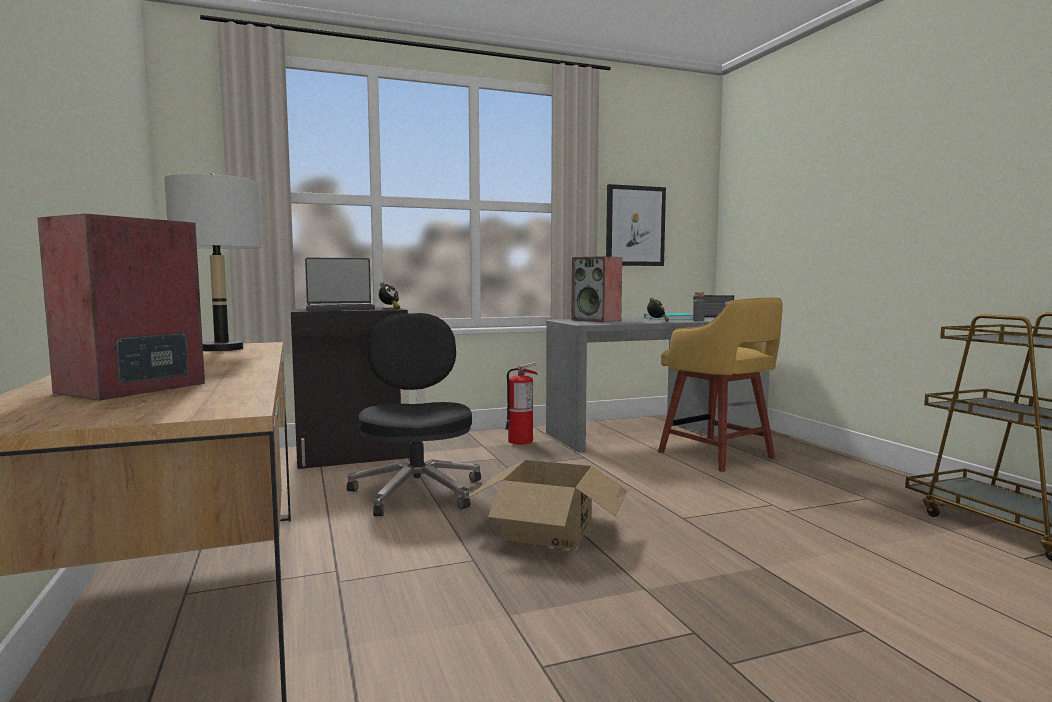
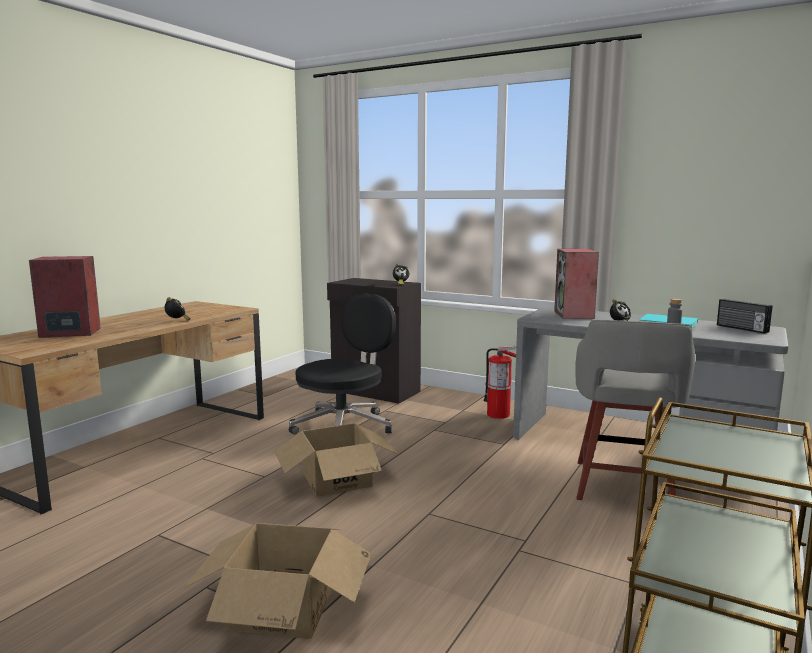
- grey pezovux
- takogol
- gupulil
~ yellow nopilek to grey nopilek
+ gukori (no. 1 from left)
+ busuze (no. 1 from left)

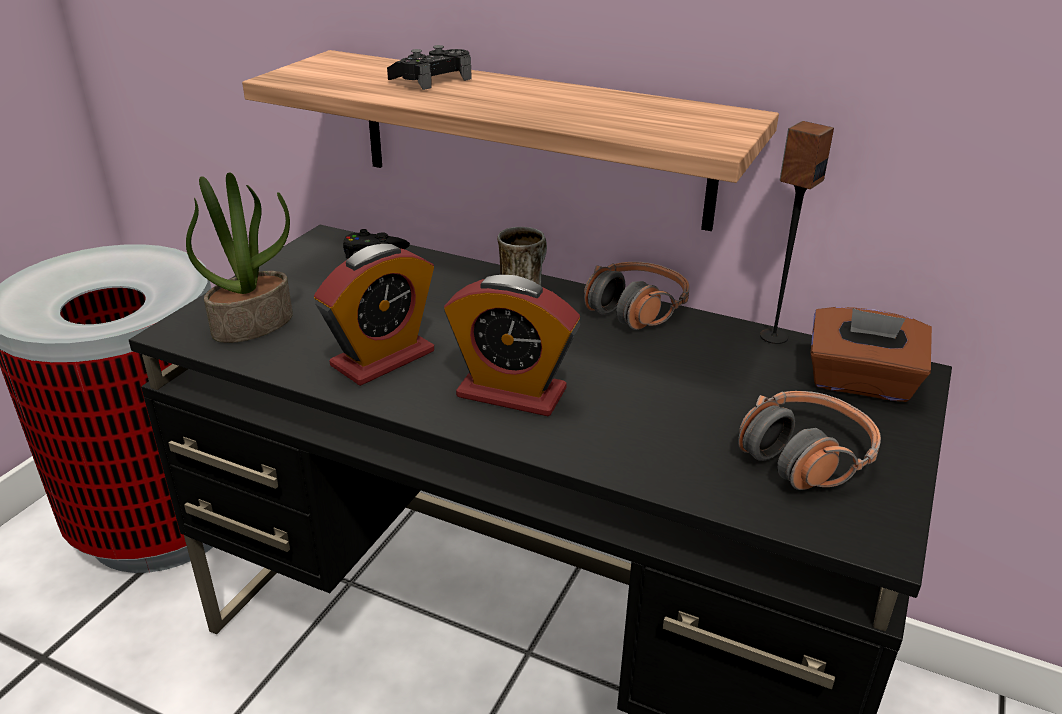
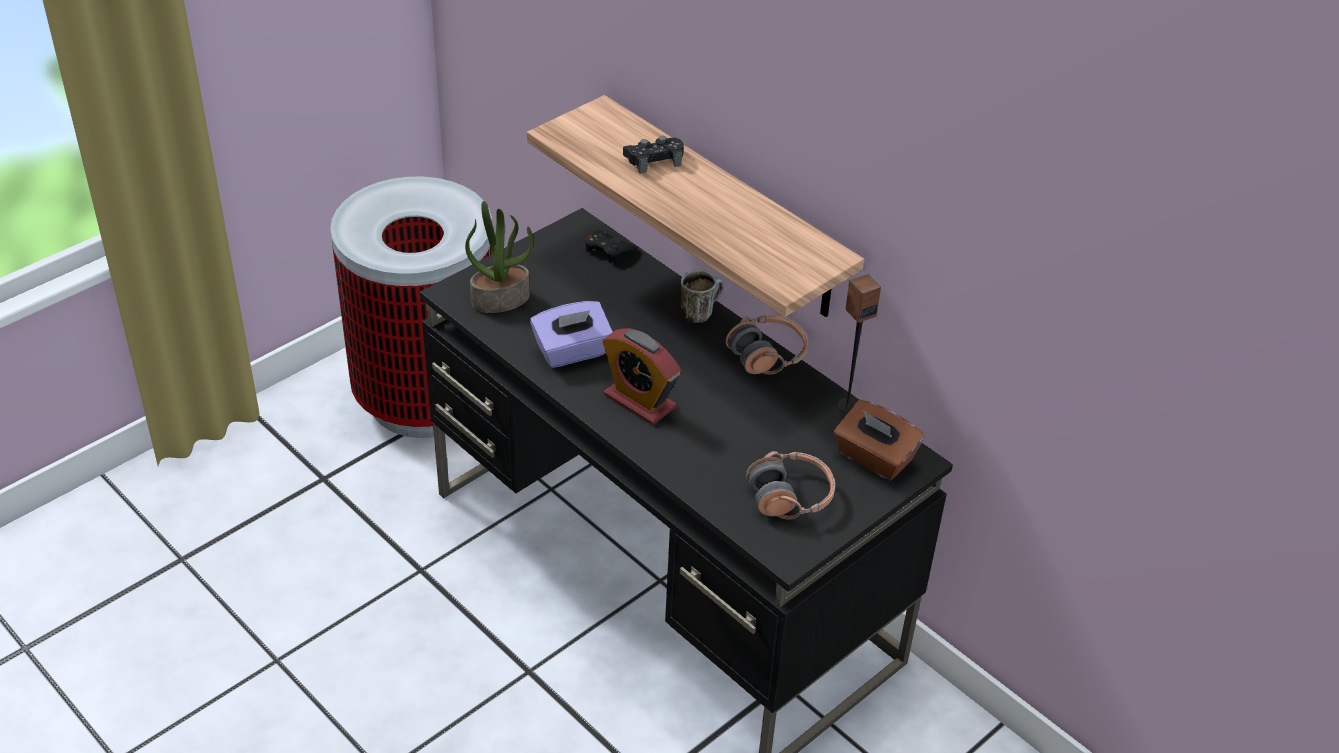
~ gukori (no. 1 from left) to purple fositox

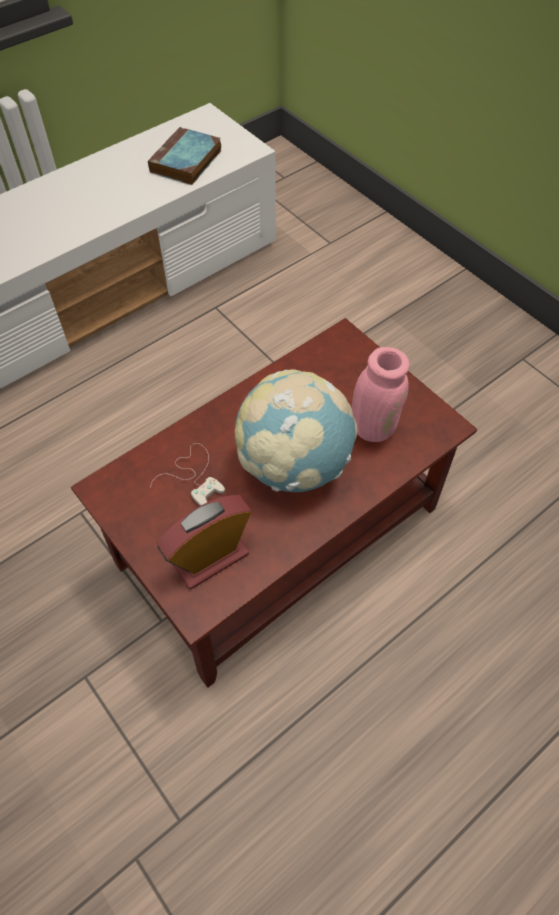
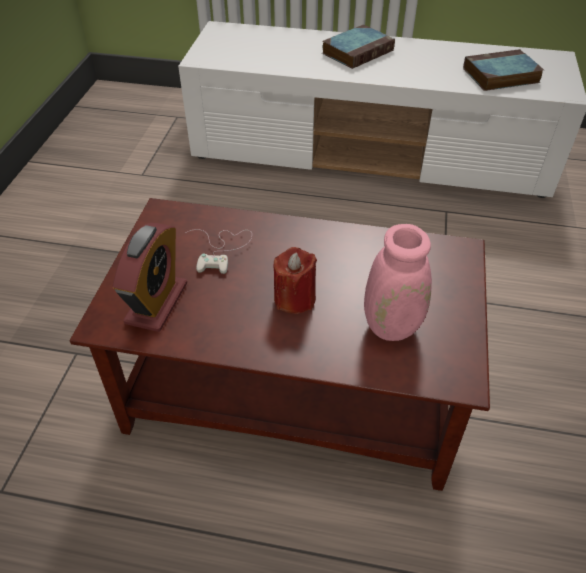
~ gukori 90 degrees clockwise
~ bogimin to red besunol
+ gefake (no. 1 from left)

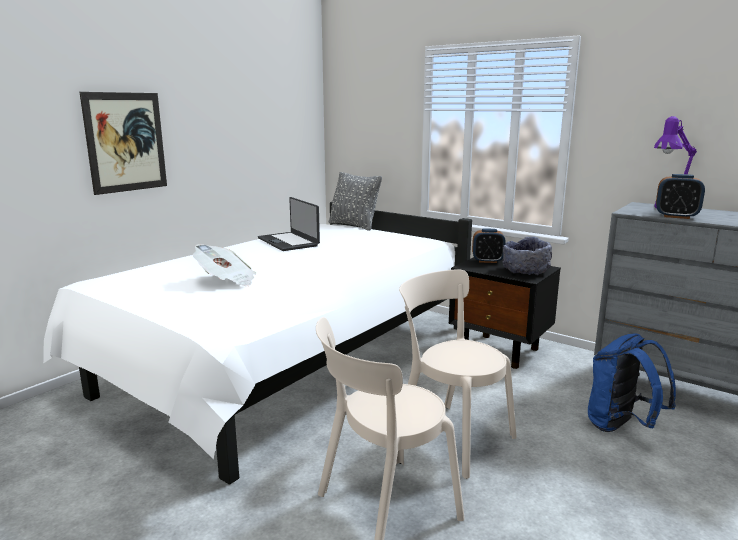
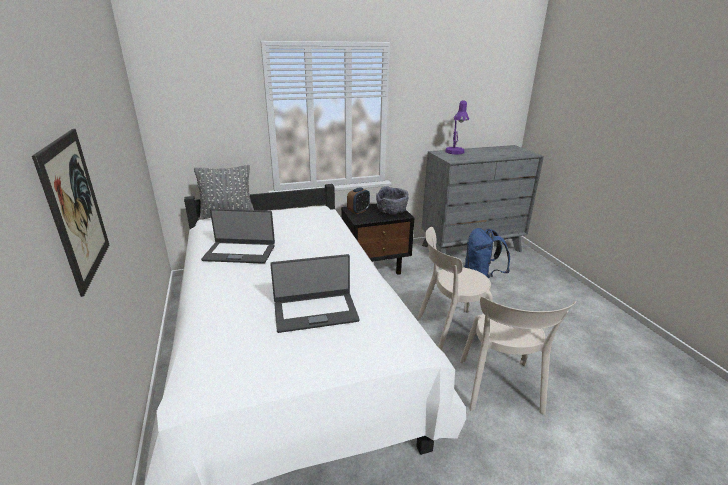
~ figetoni to takogol (no. 2 from left)
- gukori (no. 2 from left)

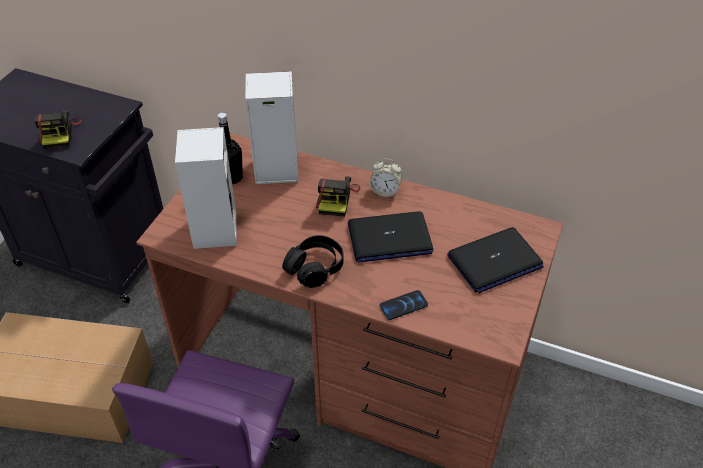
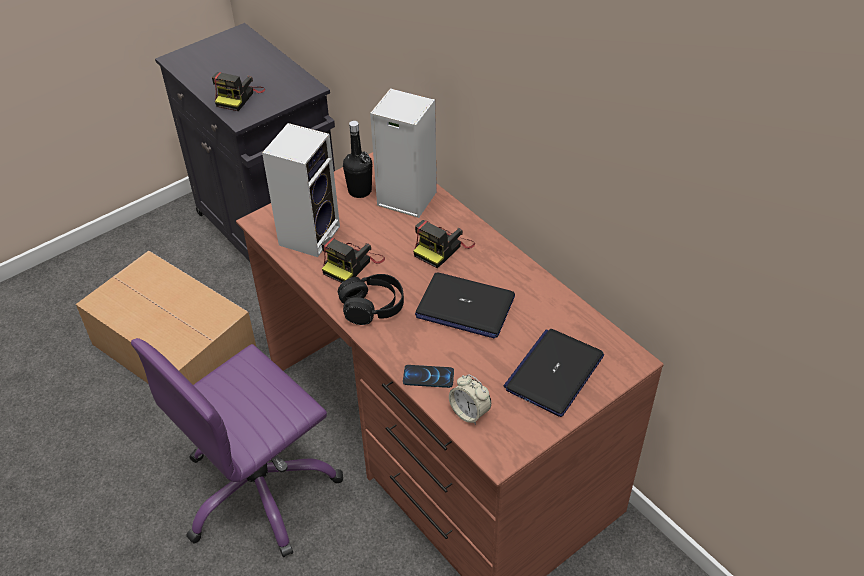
~ gukori
~ takogol (no. 2 from left) 120 degrees clockwise
+ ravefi (no. 2 from left)

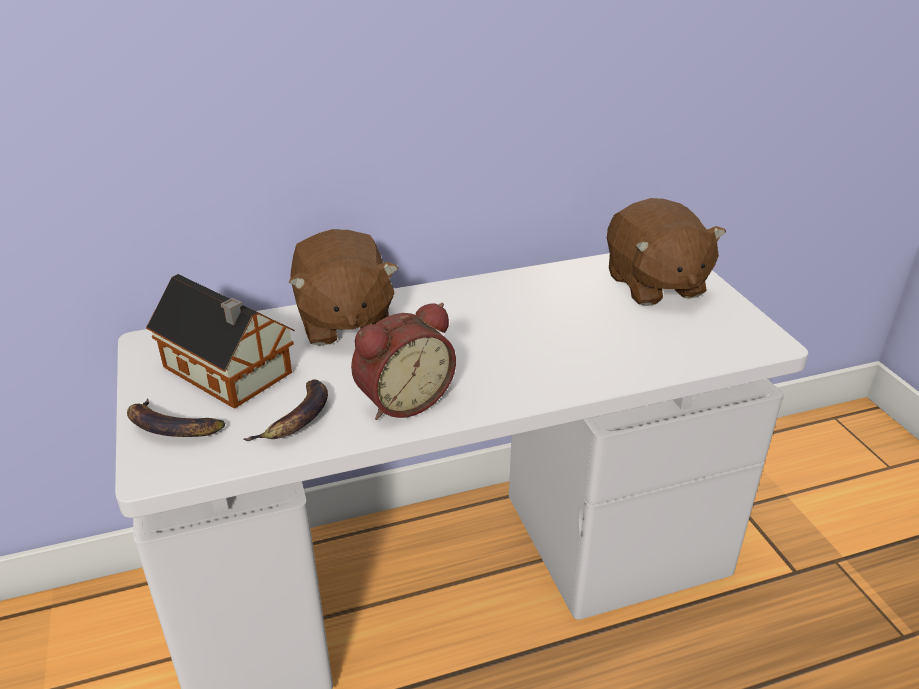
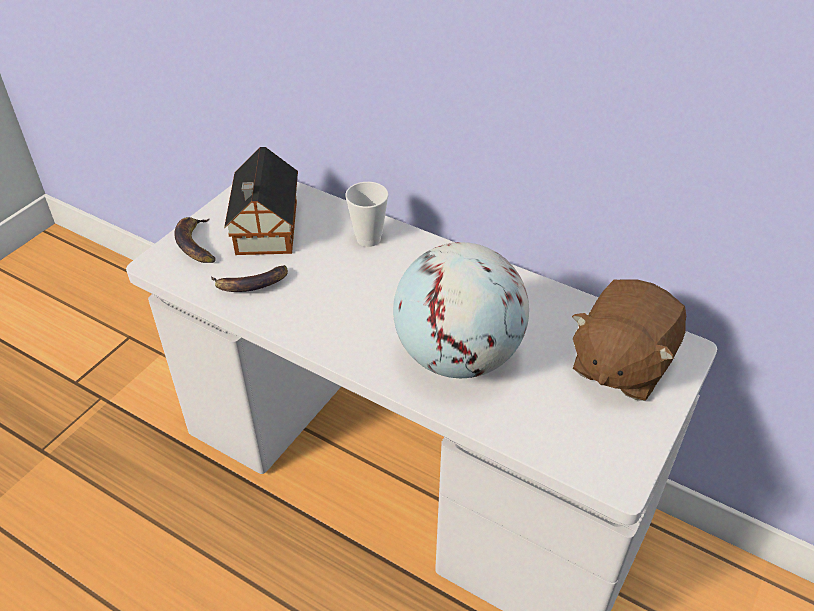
~ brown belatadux (no. 1 from left) to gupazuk
- gukori
+ bogimin

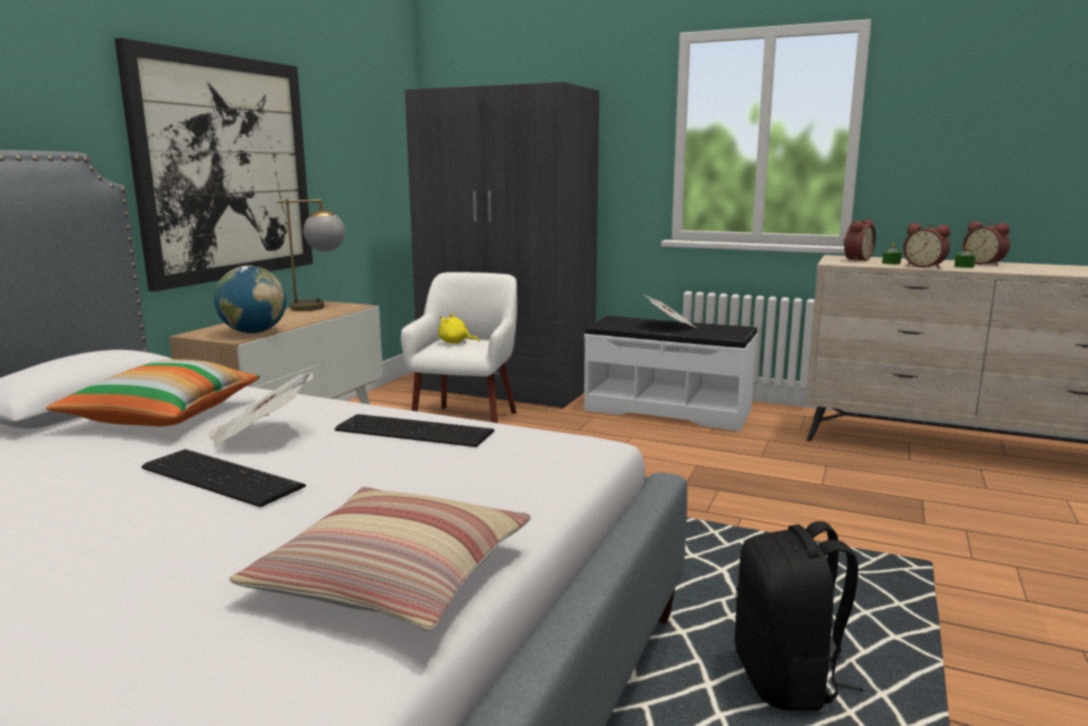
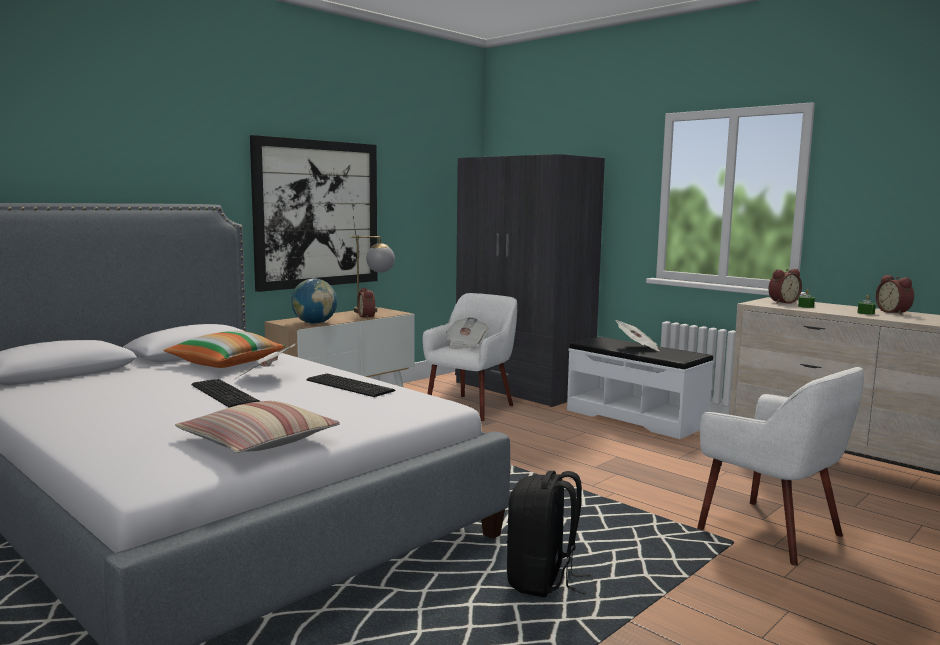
~ yellow belatadux to figetoni (no. 2 from left)
~ gukori (no. 2 from left in the first image) to gukori (no. 1 from left)
+ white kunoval (no. 2 from left)

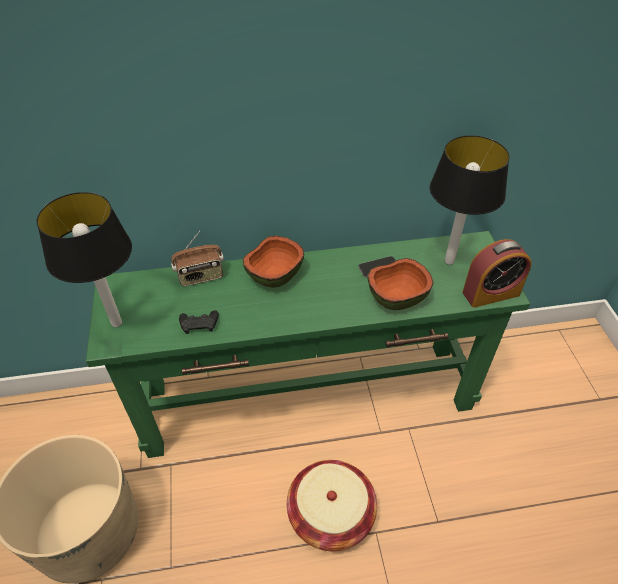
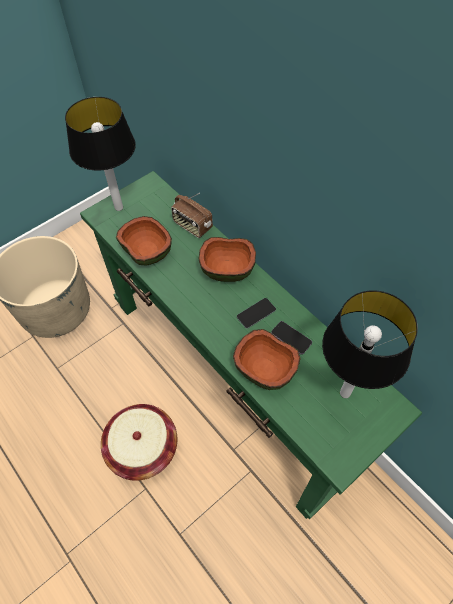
~ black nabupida to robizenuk (no. 1 from left)
- gukori
+ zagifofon (no. 1 from left)

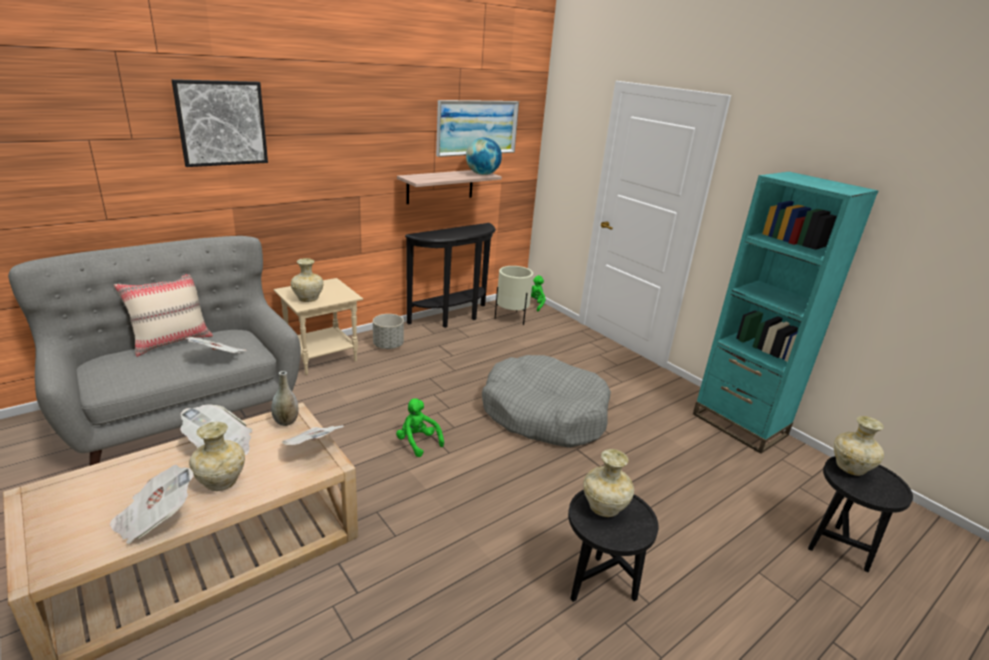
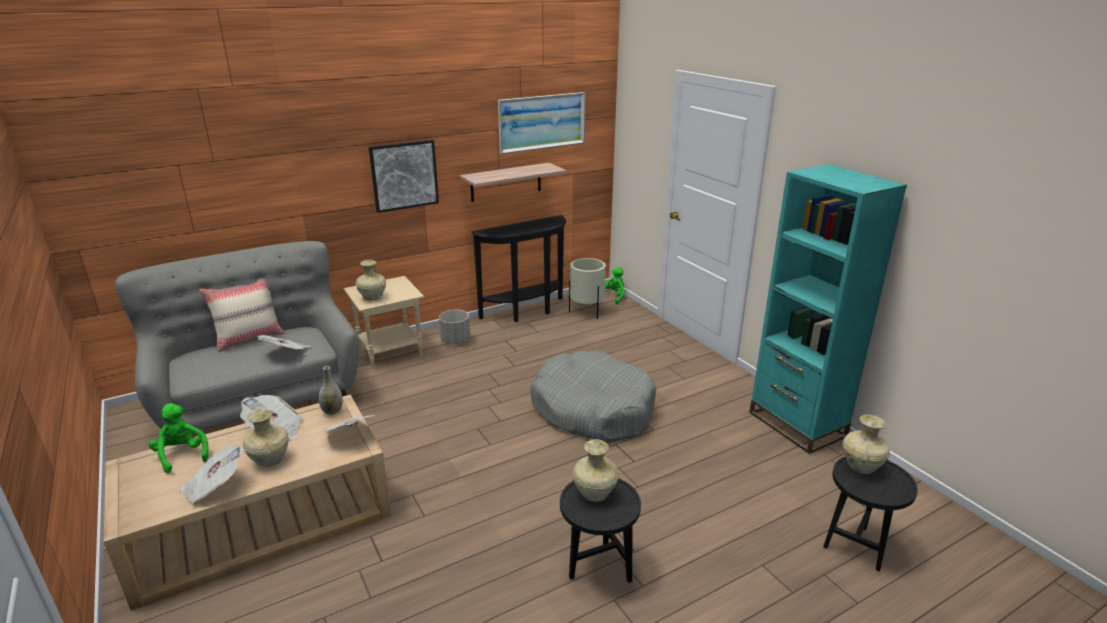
~ gupulil (no. 1 from left)
~ green belatadux (no. 1 from left)
- bogimin

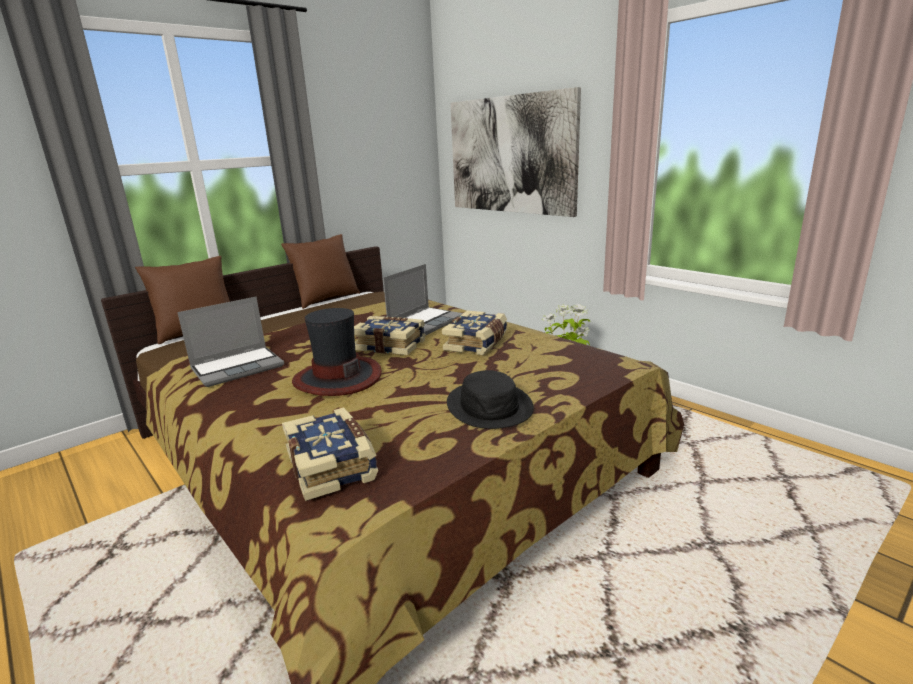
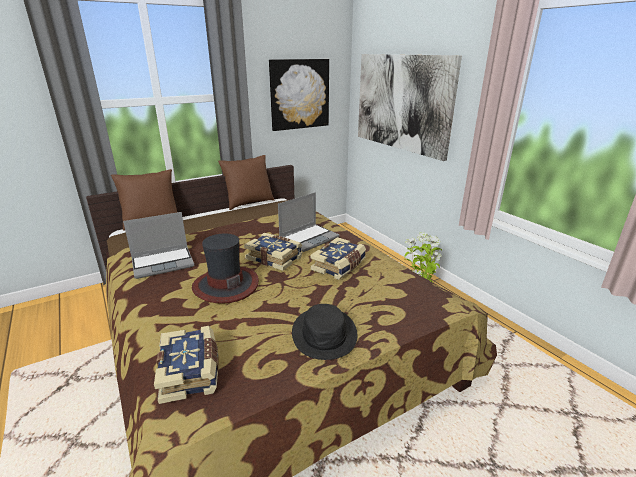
+ gupulil (no. 1 from left)

